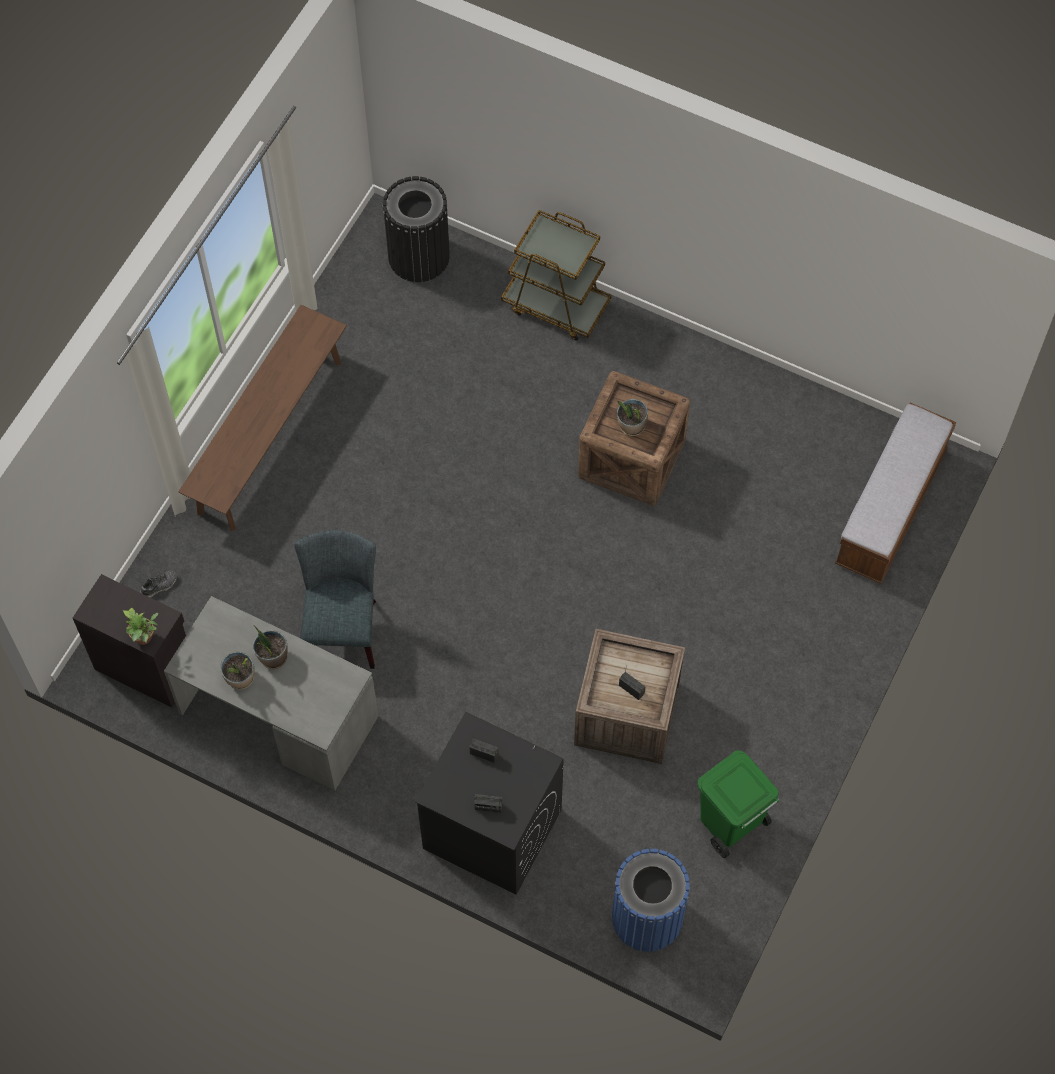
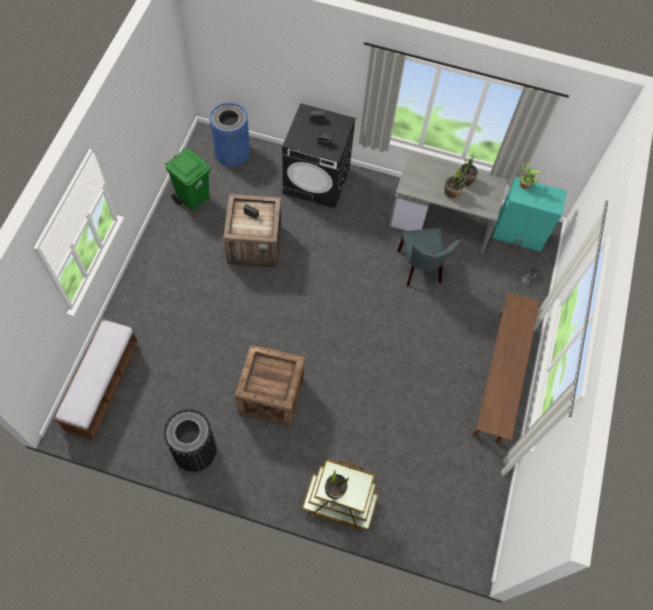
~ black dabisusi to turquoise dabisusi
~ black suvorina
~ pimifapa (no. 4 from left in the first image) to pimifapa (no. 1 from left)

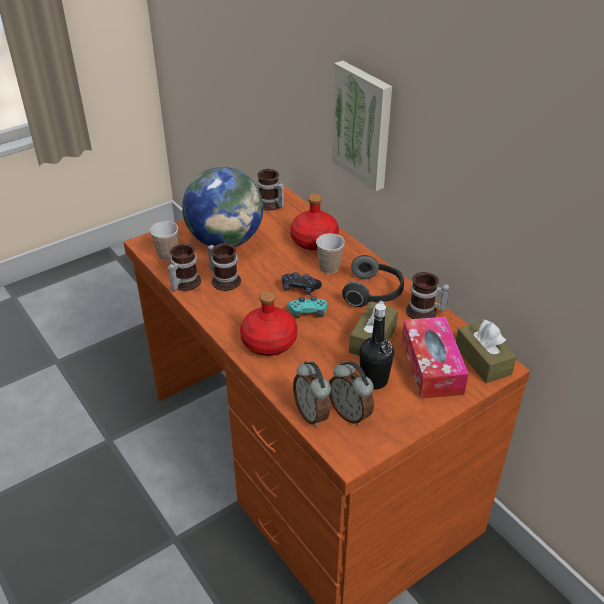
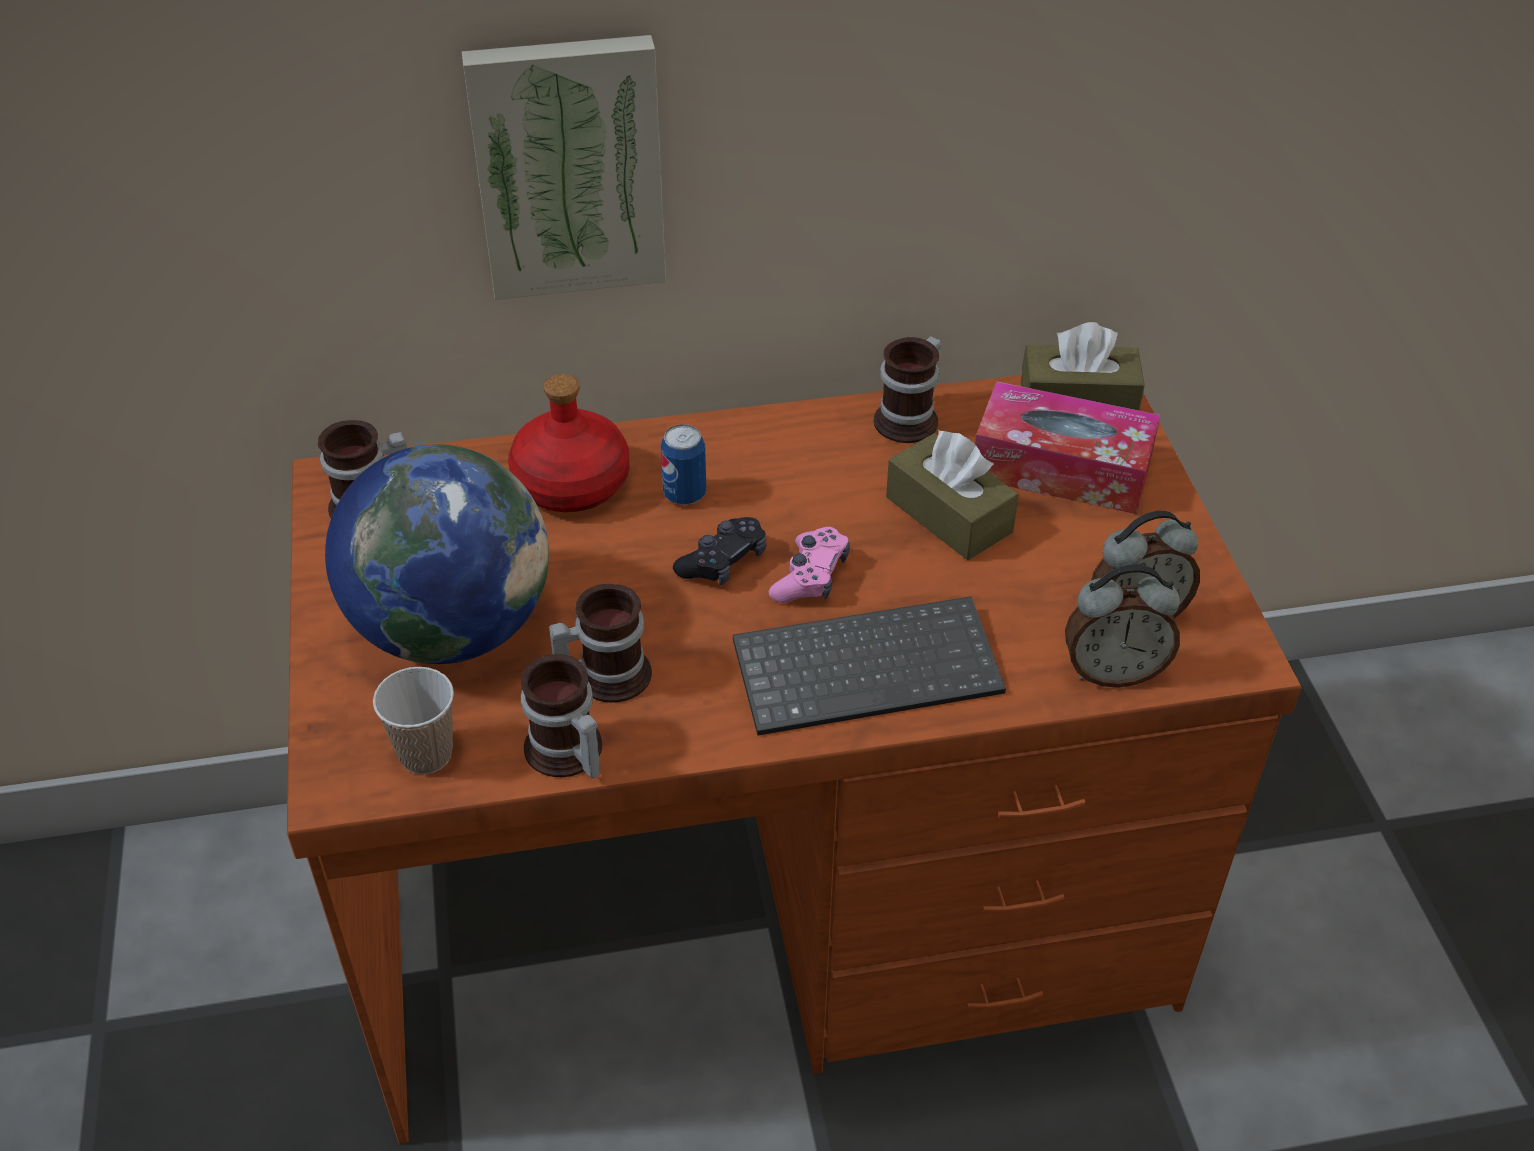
~ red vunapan (no. 1 from left) to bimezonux
~ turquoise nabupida to pink nabupida
~ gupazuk (no. 2 from left) to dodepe
- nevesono
- black vunapan

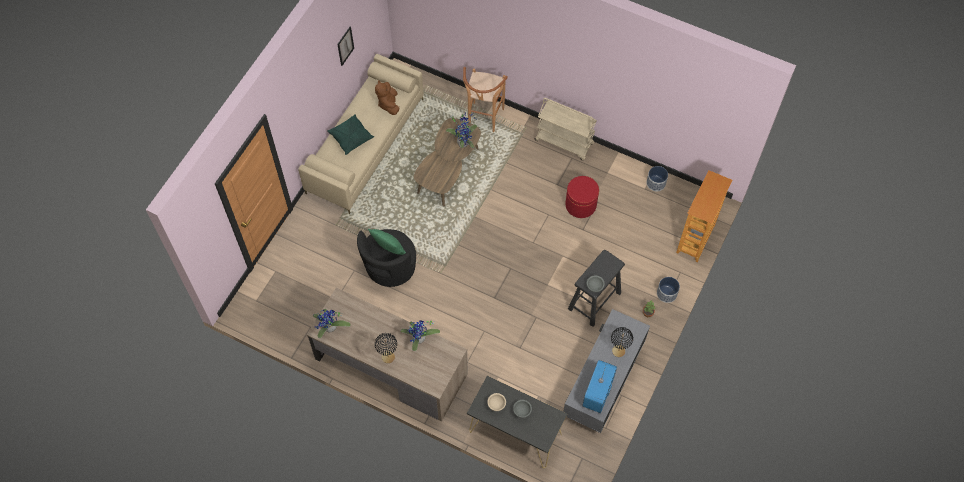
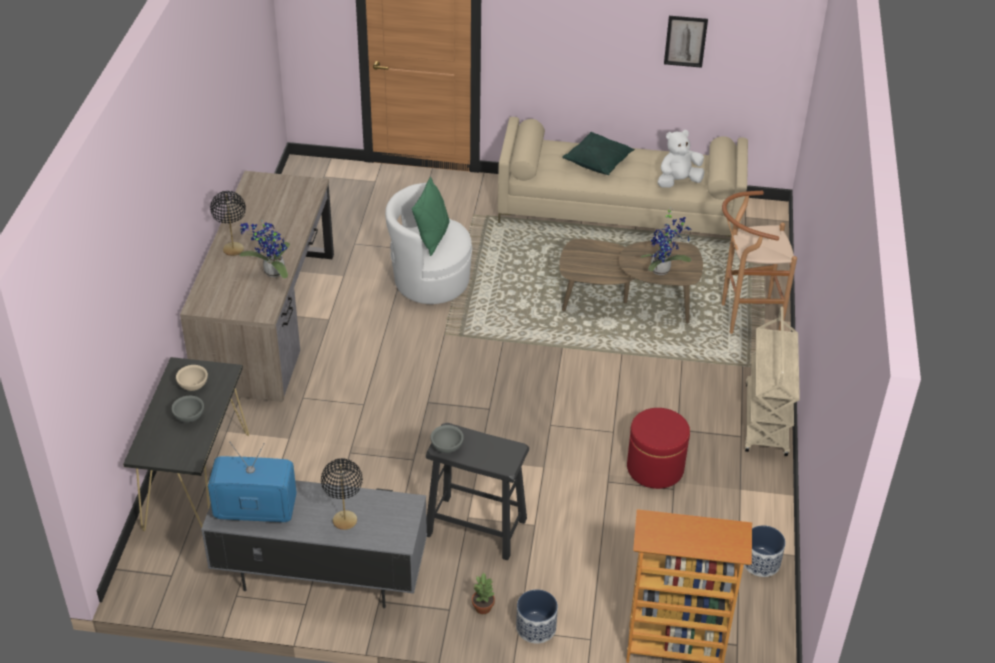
- pimifapa (no. 1 from left)
~ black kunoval to white kunoval
~ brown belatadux to white belatadux

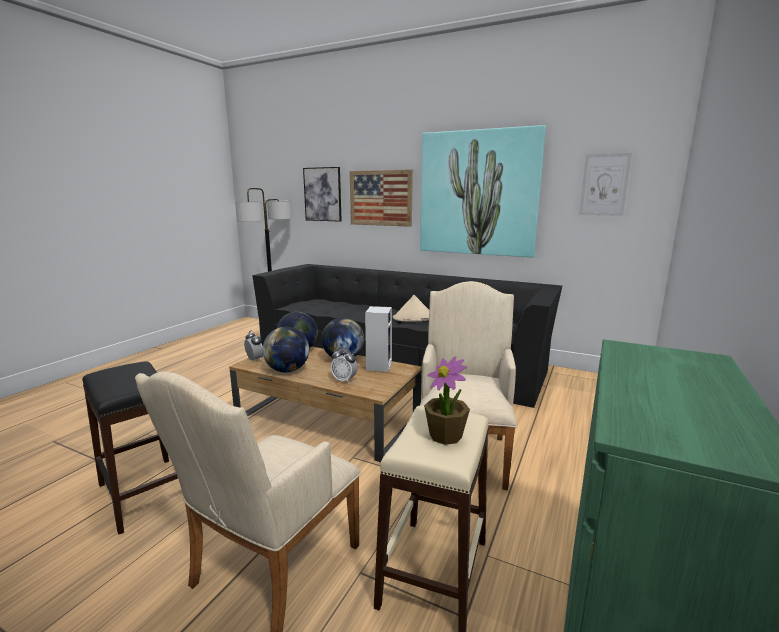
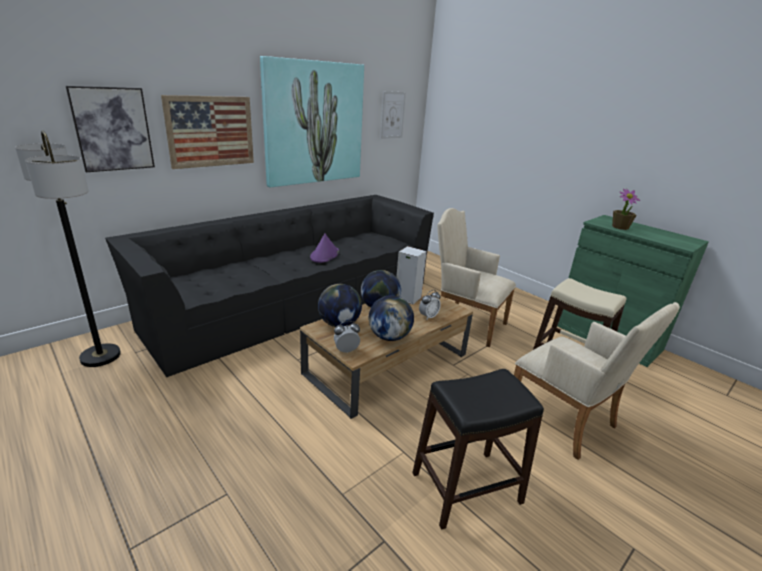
~ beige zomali to purple zomali
~ pimifapa

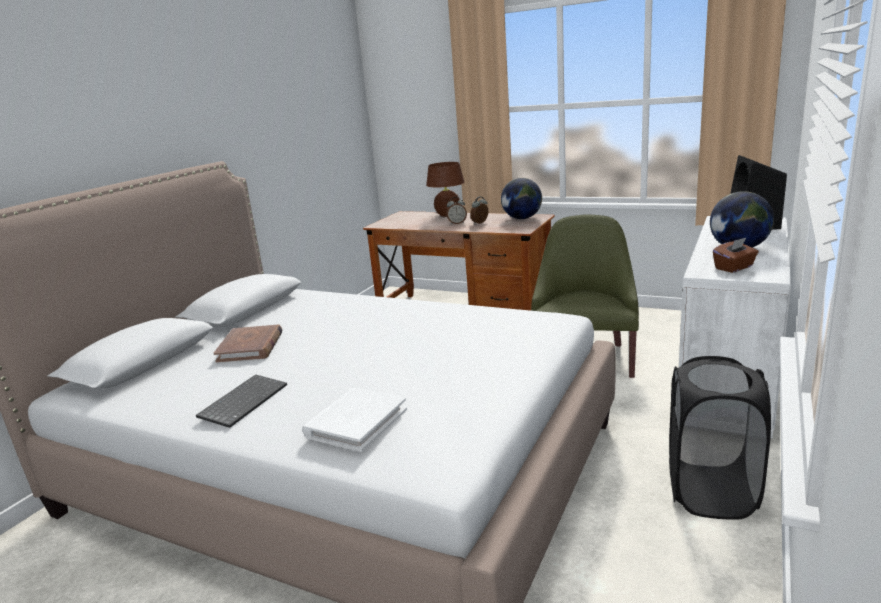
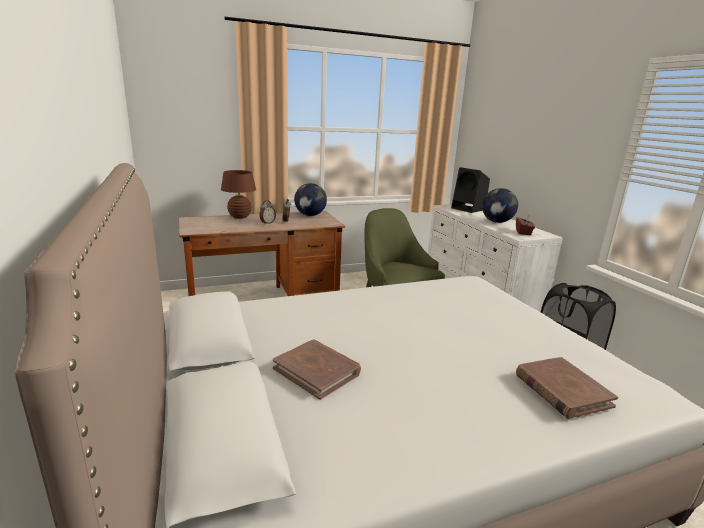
- bimezonux
~ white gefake to brown gefake (no. 2 from left)

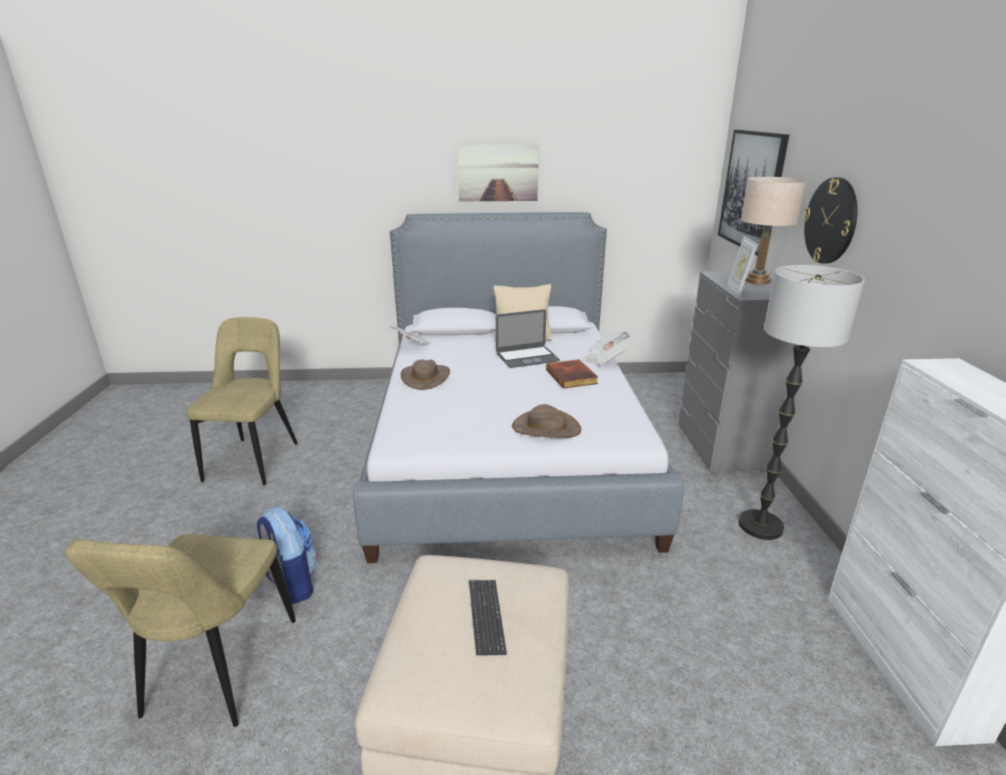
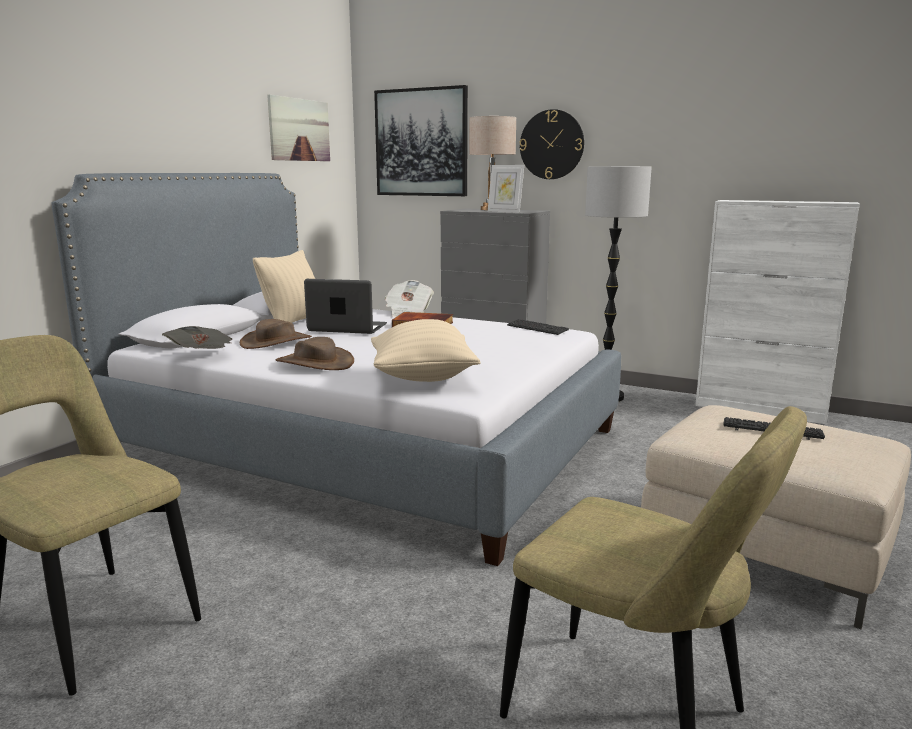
- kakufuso
~ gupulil (no. 1 from left)
~ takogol 90 degrees counterclockwise
~ brown zomali (no. 2 from left in the first image) to brown zomali (no. 1 from left)
+ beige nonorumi (no. 2 from left)
+ bimezonux (no. 1 from left)

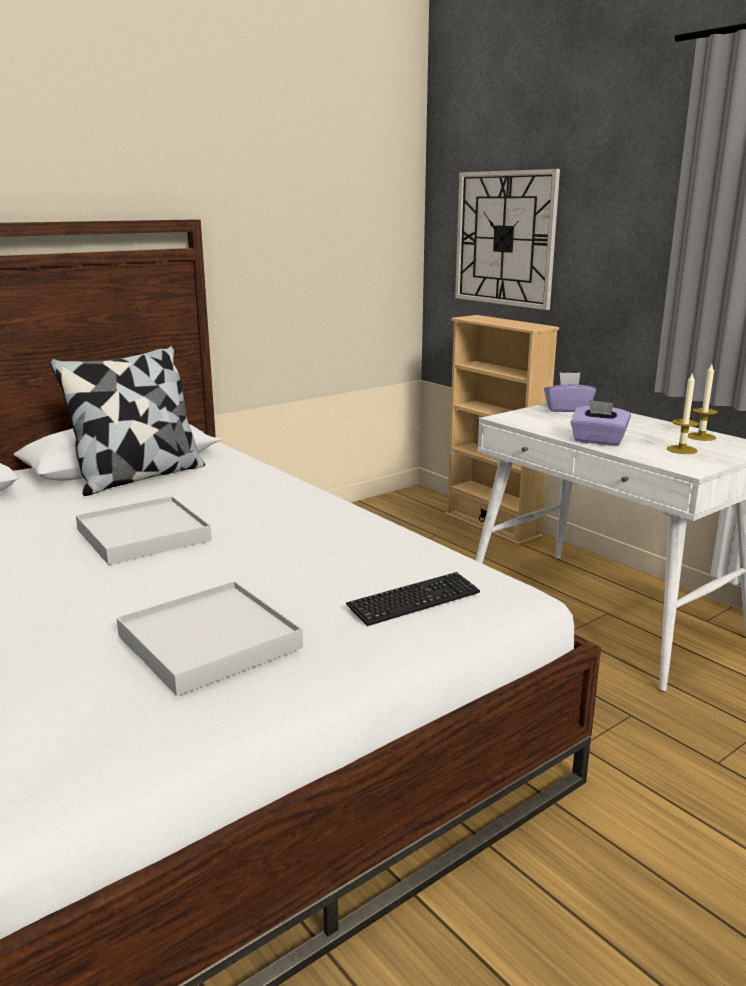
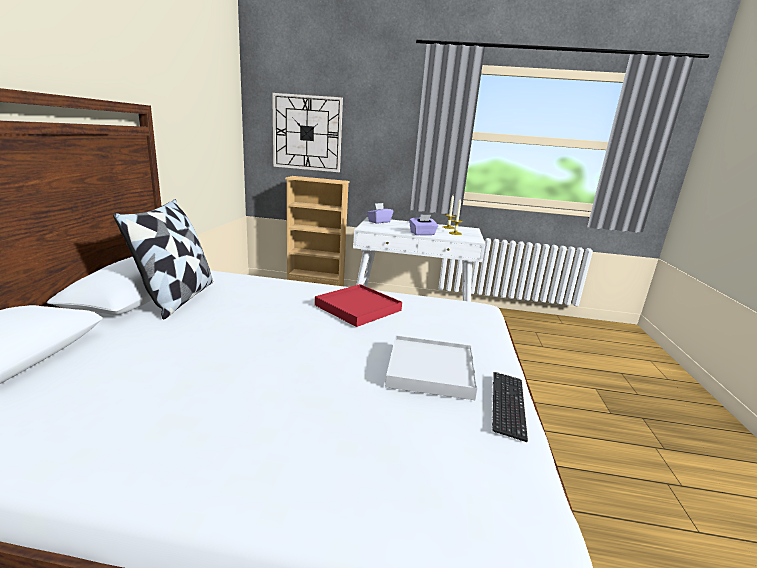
- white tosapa (no. 1 from left)
~ bimezonux
+ red tosapa

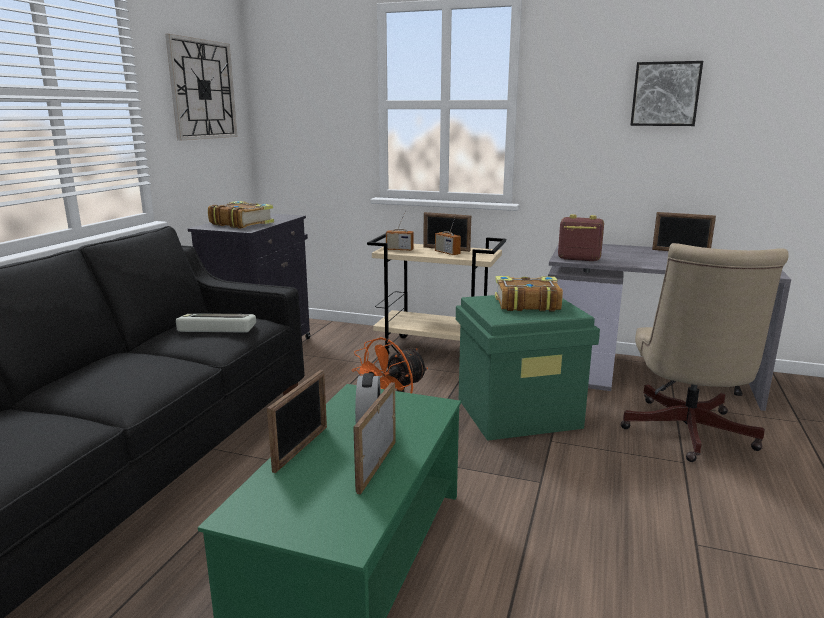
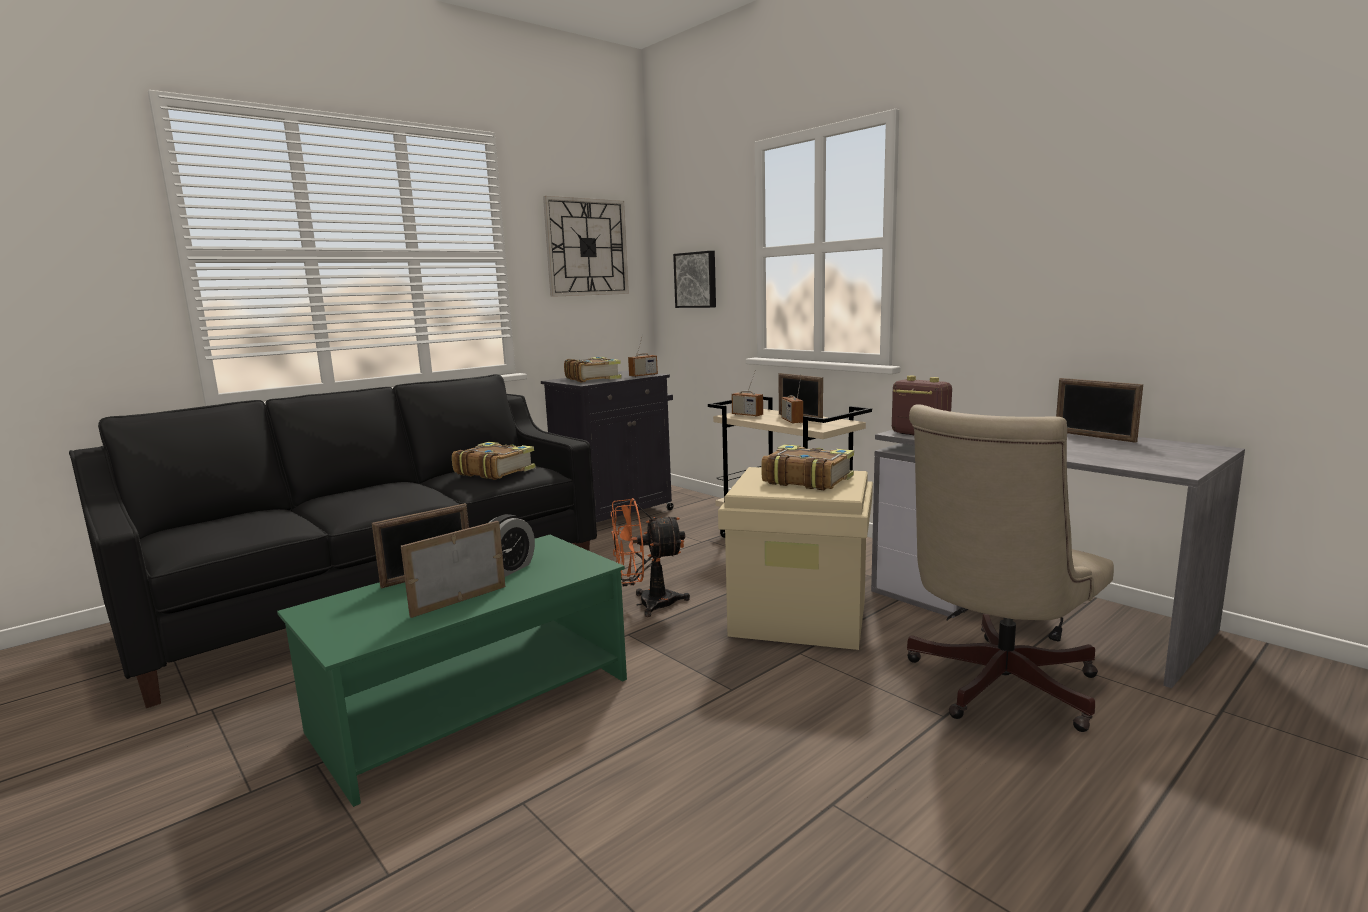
~ bimezonux to gefake (no. 1 from left)
~ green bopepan to beige bopepan
~ gupulil
+ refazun (no. 1 from left)

